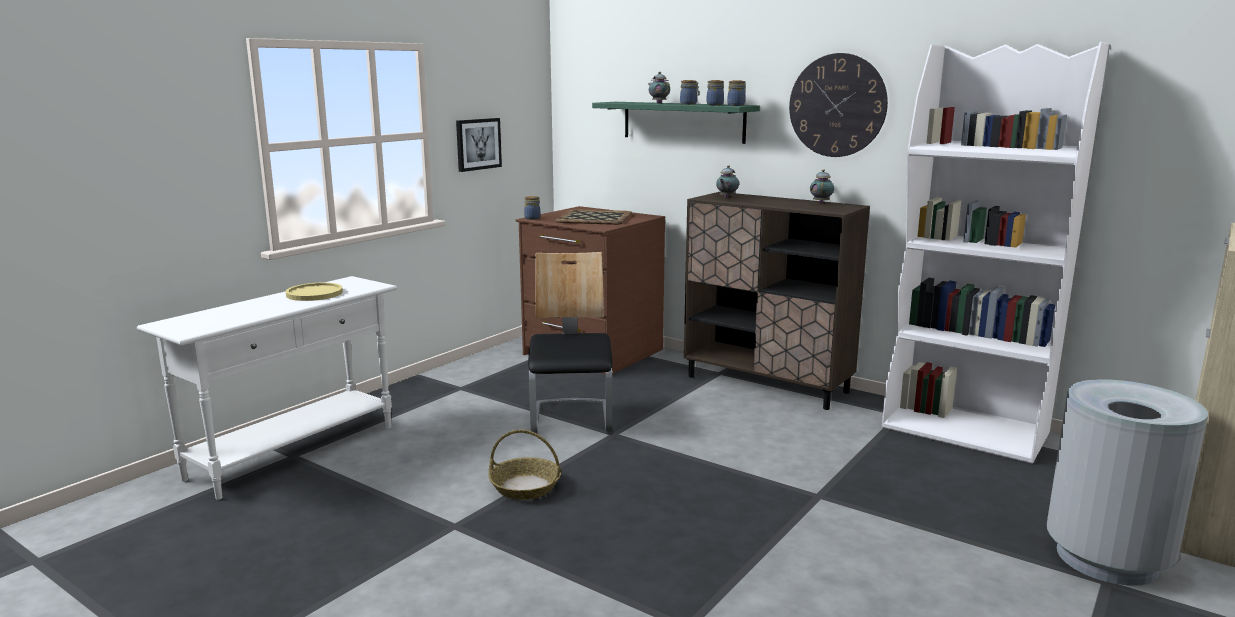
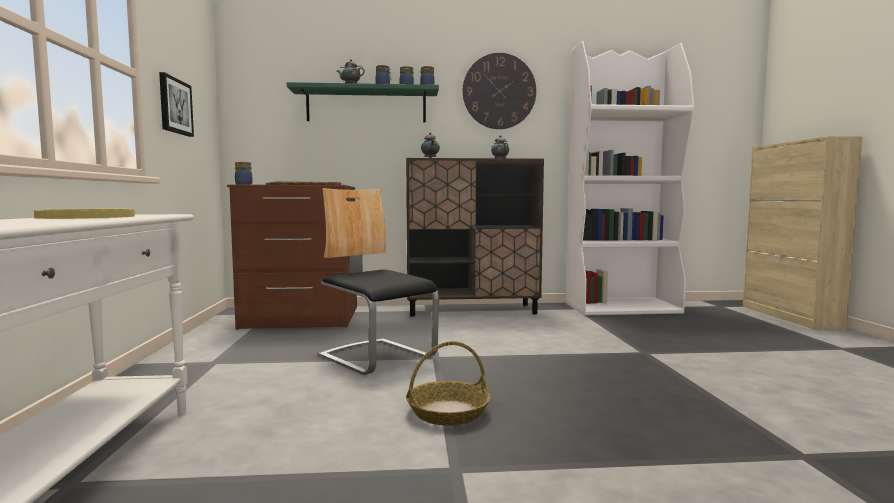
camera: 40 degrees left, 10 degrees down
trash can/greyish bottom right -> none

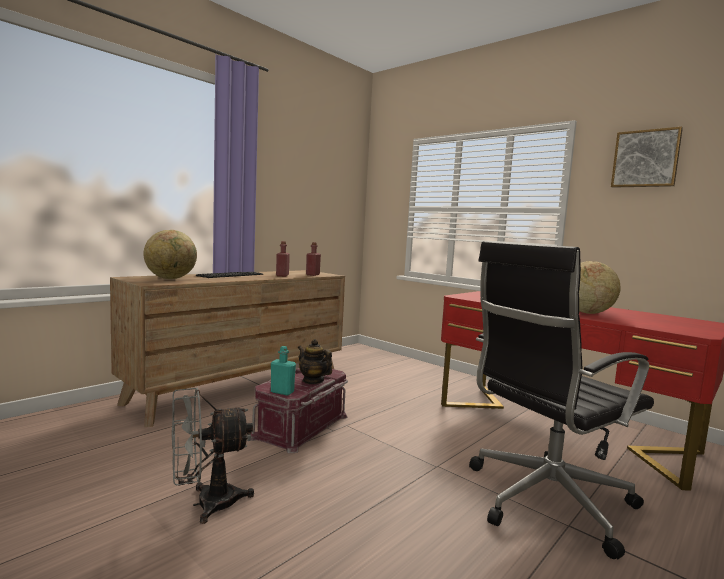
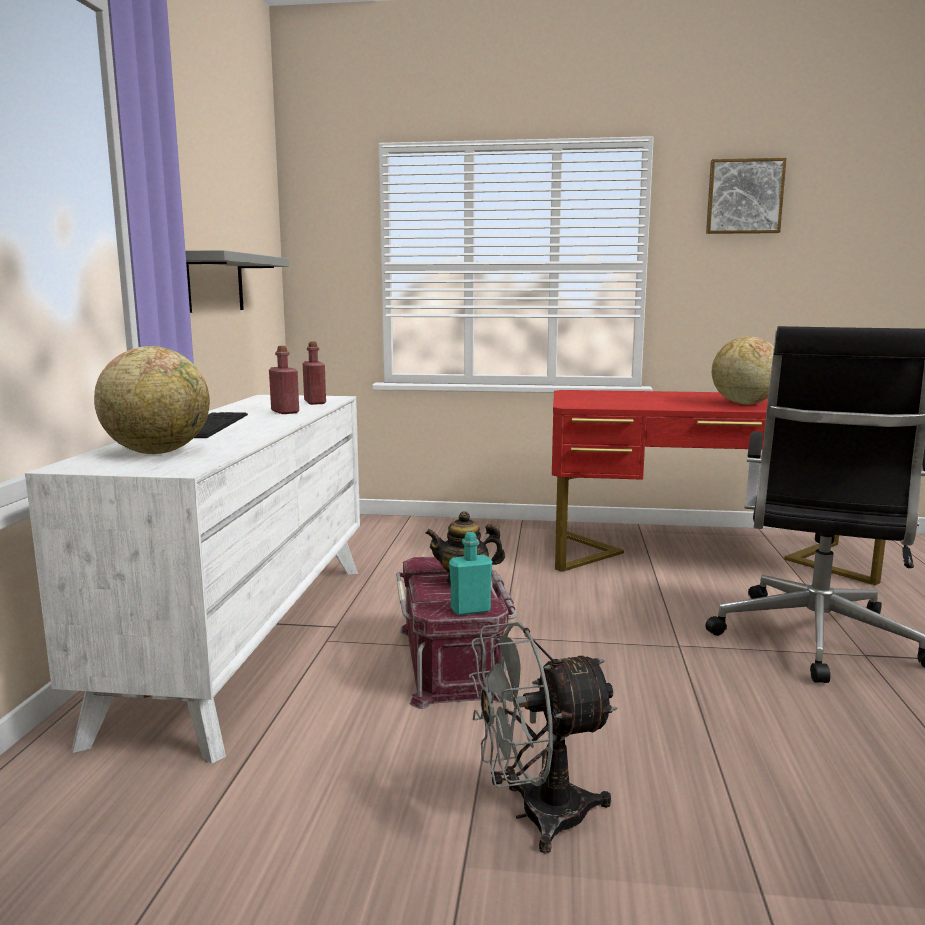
camera: 35 degrees left, 5 degrees up
drawer chest/brown-coloured middle left -> drawer chest/white-coloured middle left
fan/greyish bottom left -> fan/greyish bottom centre, 45 degrees clockwise
none -> wall shelf/greyish top left

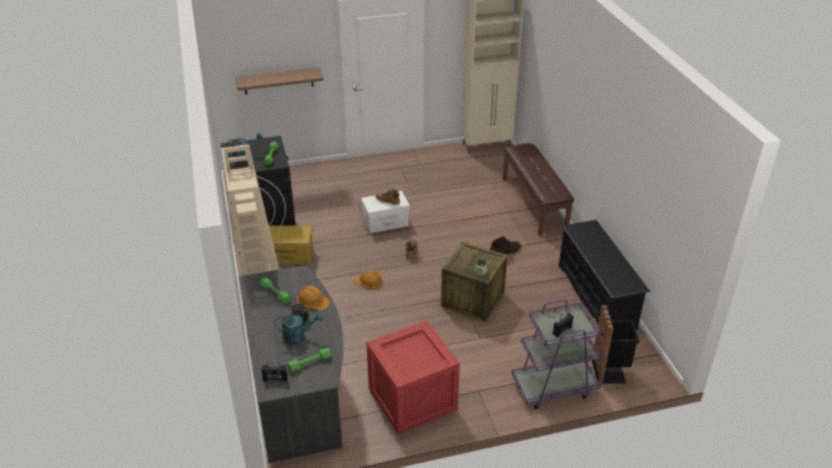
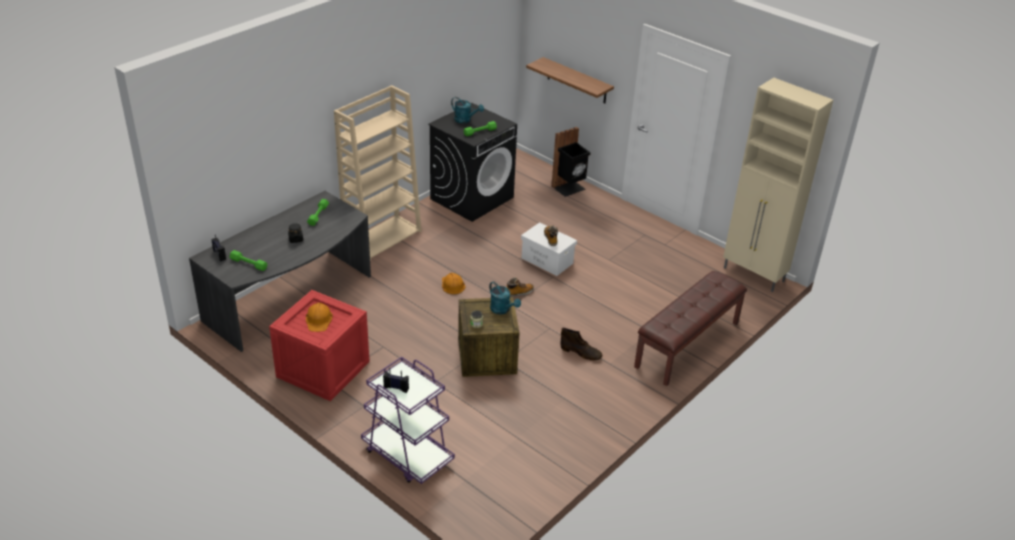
camera: 55 degrees right, 0 degrees up
shoe shelf/black middle right -> none
storage container/yellow-coloured centre -> none
safety helmet/orange (no. 1 from left) centre -> safety helmet/orange (no. 1 from left) middle left, shifted
trash can/black bottom right -> trash can/black top centre, shifted
watering pot/blue-green (no. 2 from left) bottom centre -> watering pot/blue-green (no. 2 from left) centre, shifted

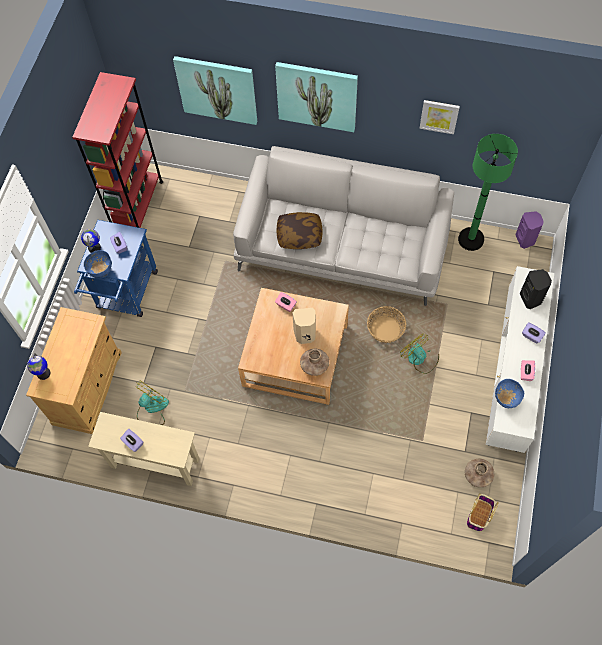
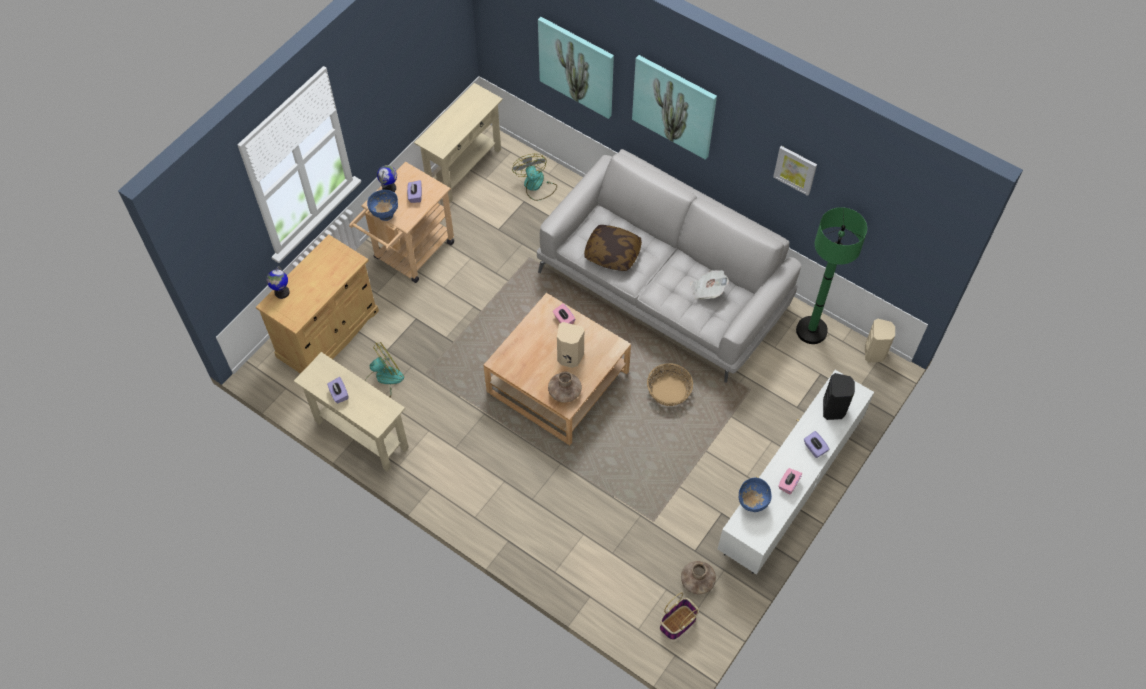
camera: 20 degrees right, 5 degrees down
bookcase/reddish top left -> console table/beige (no. 2 from left) top centre
loudspeaker/purple-coloured middle right -> loudspeaker/beige (no. 2 from left) middle right
trolley/bluish middle left -> trolley/beige top centre
fan (no. 2 from left) middle right -> fan (no. 2 from left) top centre, shifted
none -> printed paper centre

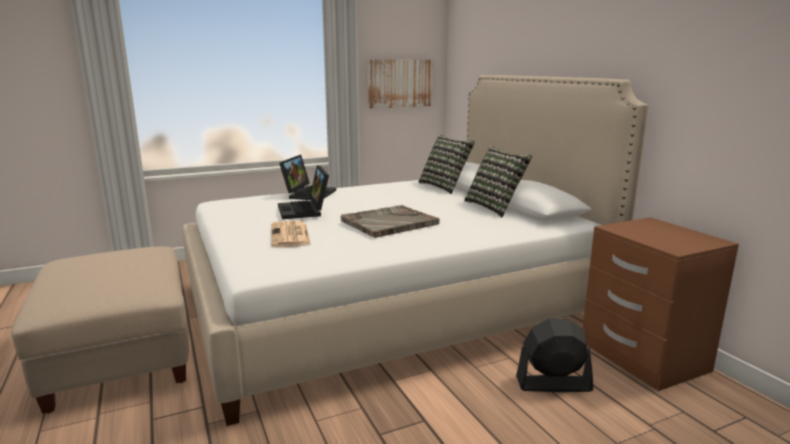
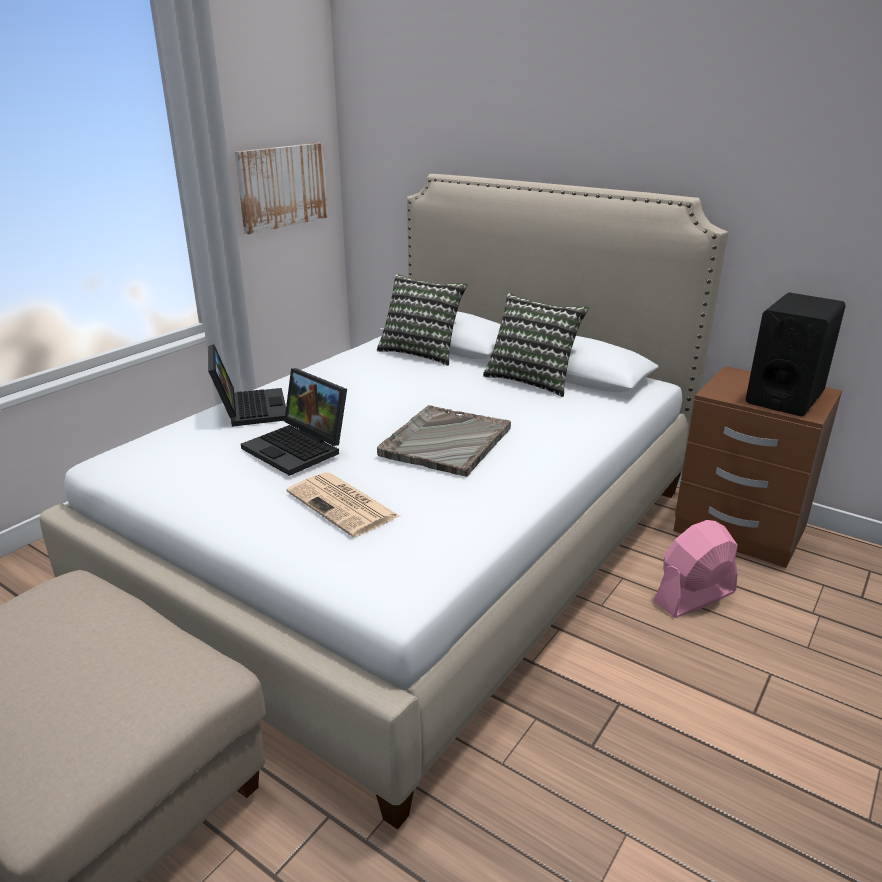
camera: 30 degrees left, 10 degrees up
fan/black bottom right -> fan/pinkish middle right
none -> loudspeaker/black middle right

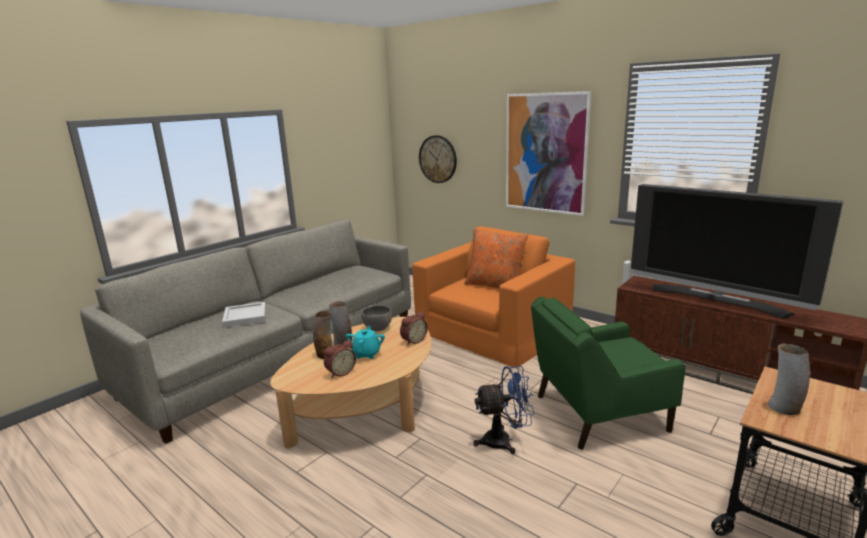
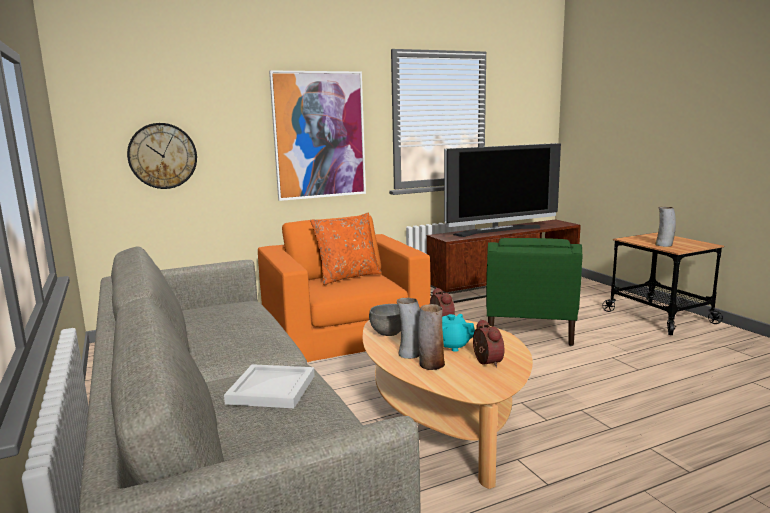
camera: 65 degrees left, 5 degrees down
fan/bluish bottom centre -> none

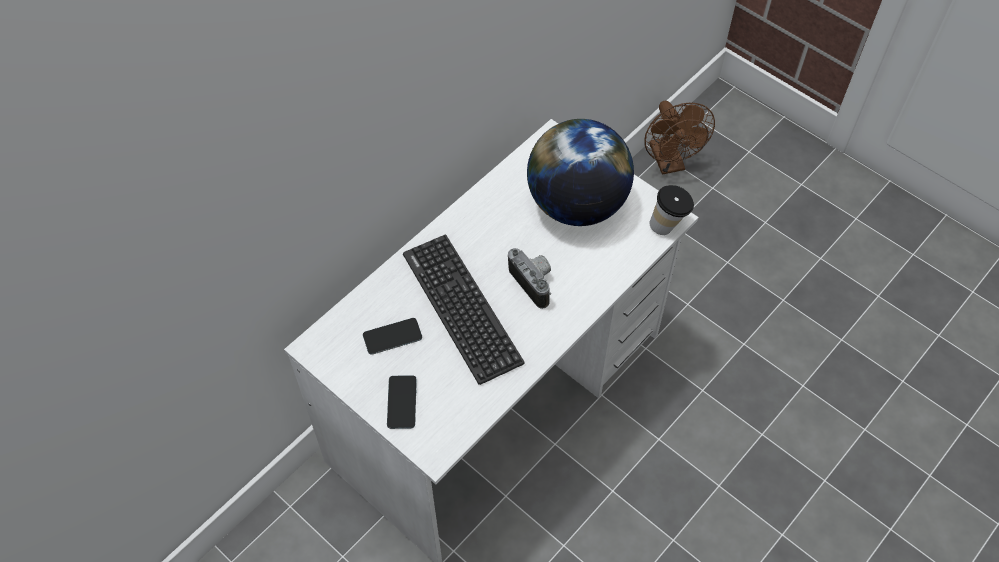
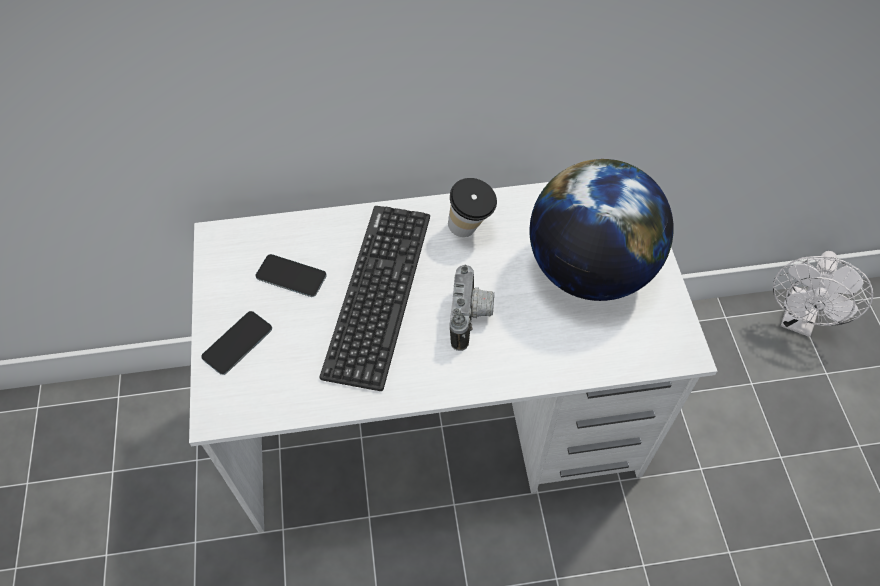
camera: 40 degrees right, 0 degrees up
fan/brown-coloured top right -> fan/white-coloured middle right
small cup middle right -> small cup centre, shifted

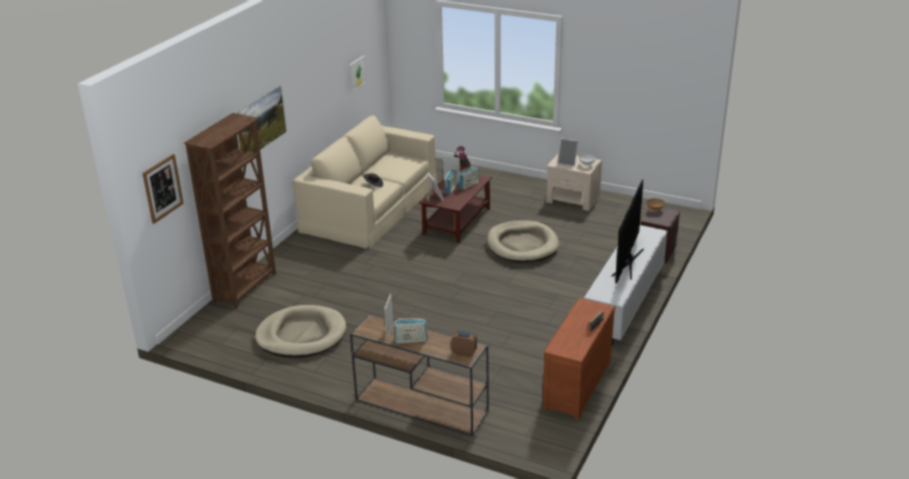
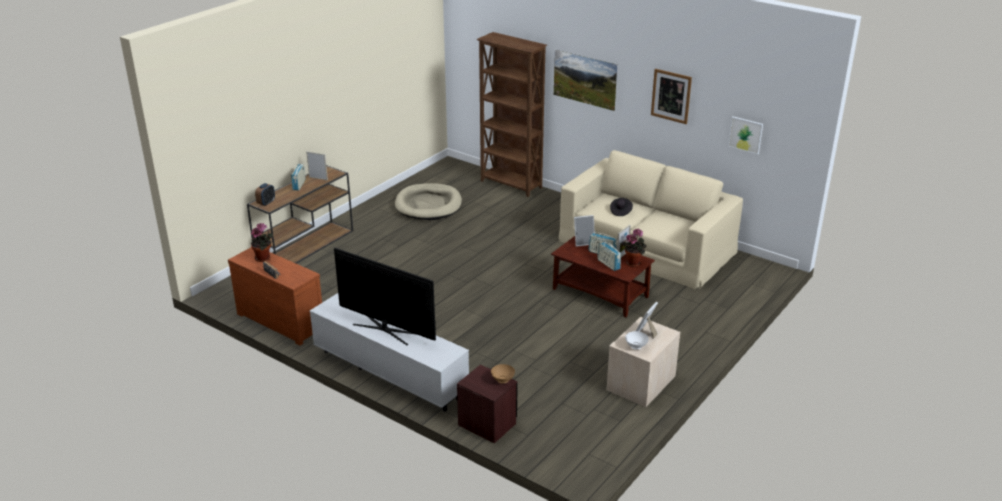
camera: 100 degrees right, 0 degrees up
wall picture (no. 1 from left in the first image) middle left -> wall picture (no. 2 from left) top right, shifted
dog bed/beige (no. 2 from left) centre -> none
none -> houseplant (no. 1 from left) middle left

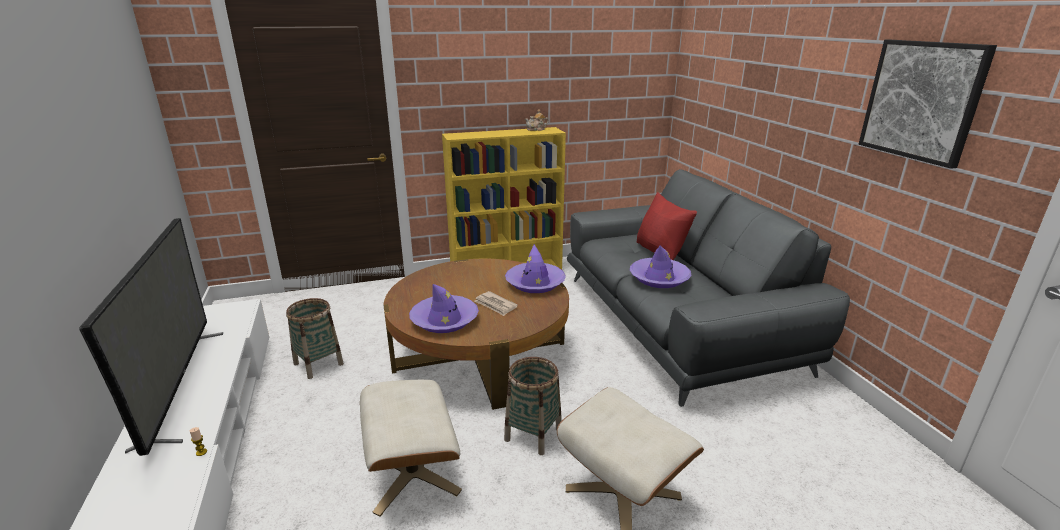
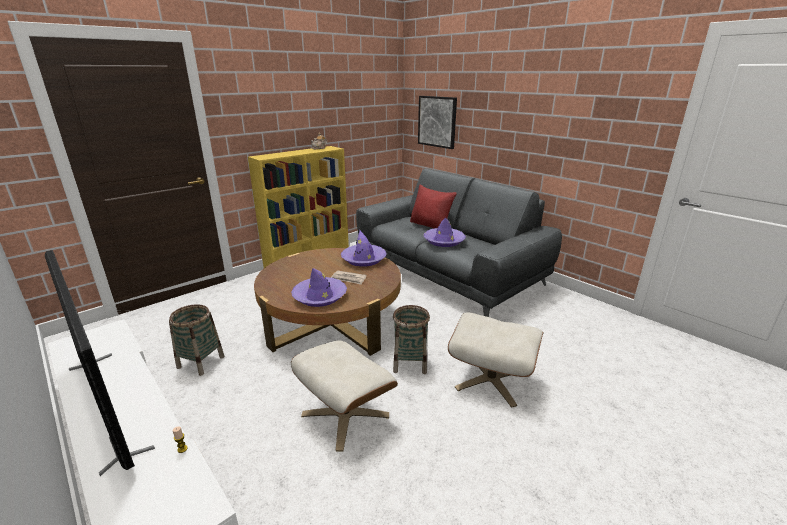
camera: 25 degrees left, 0 degrees up
wall picture top right -> wall picture top centre, shifted

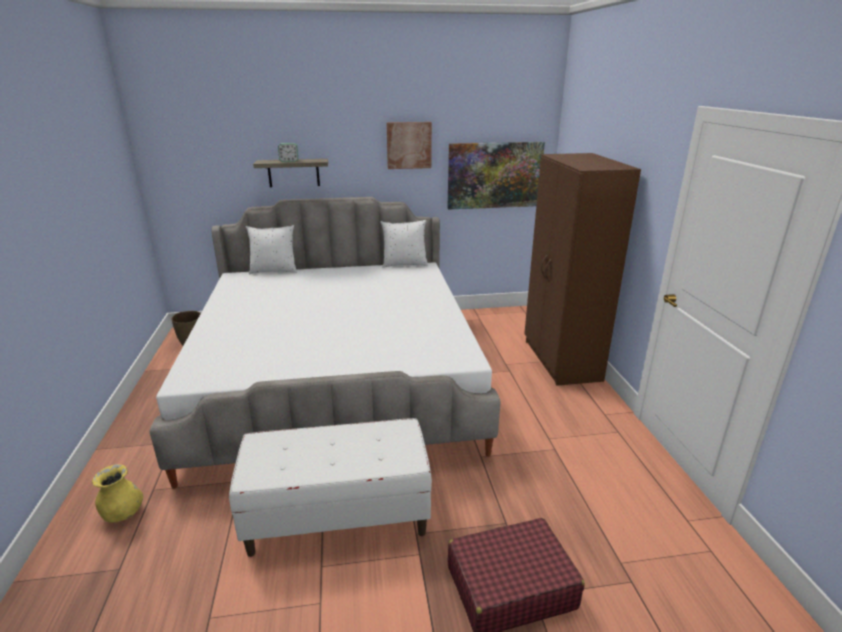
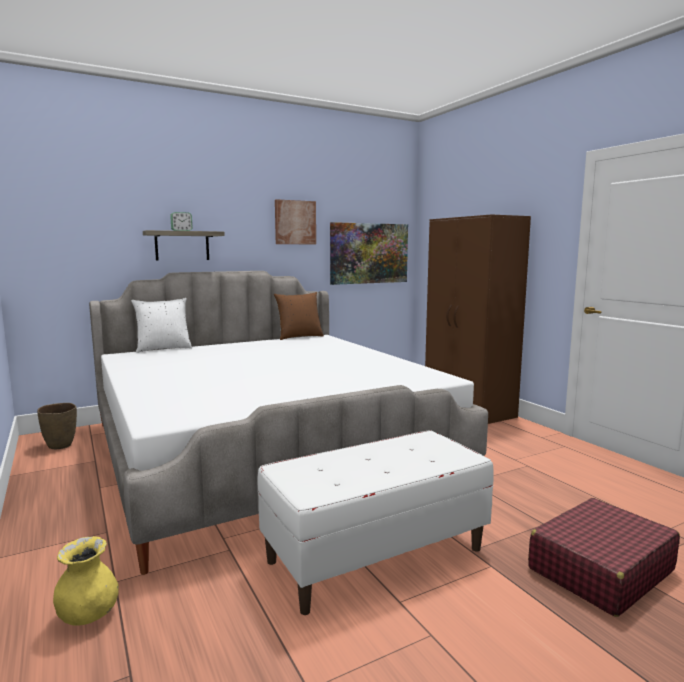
camera: 20 degrees left, 15 degrees down
pillow/white-coloured (no. 2 from left) centre -> pillow/brown-coloured centre

